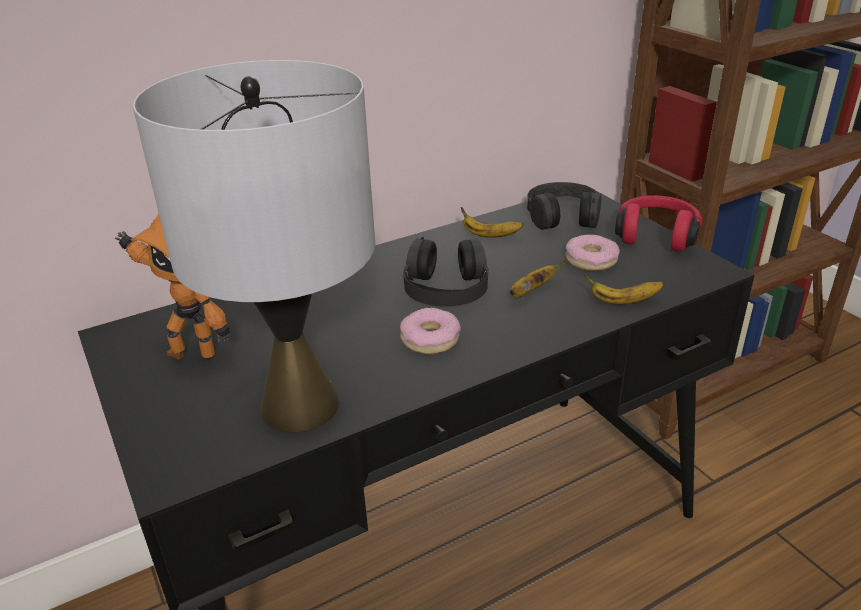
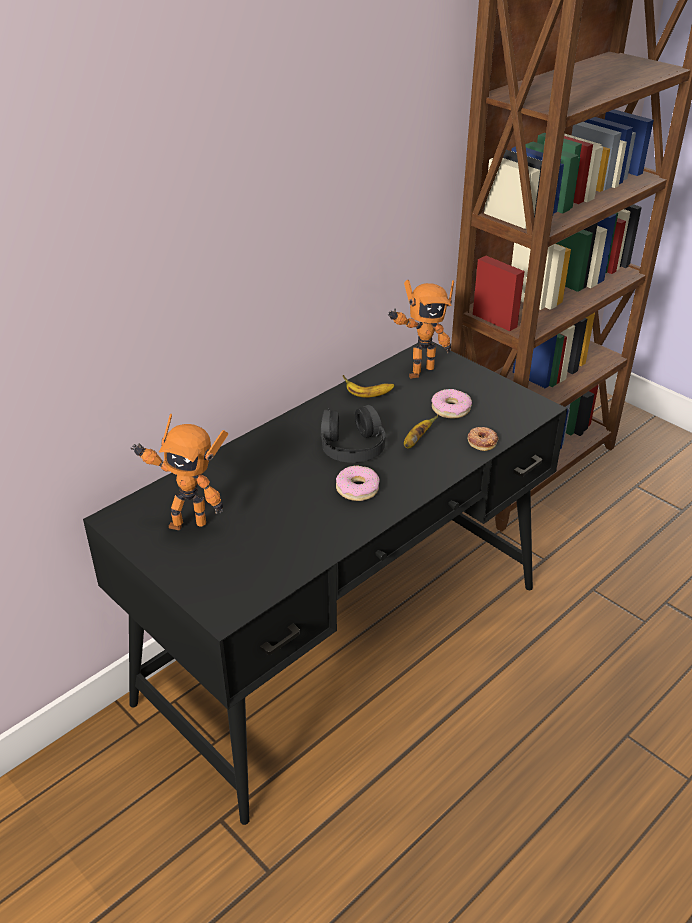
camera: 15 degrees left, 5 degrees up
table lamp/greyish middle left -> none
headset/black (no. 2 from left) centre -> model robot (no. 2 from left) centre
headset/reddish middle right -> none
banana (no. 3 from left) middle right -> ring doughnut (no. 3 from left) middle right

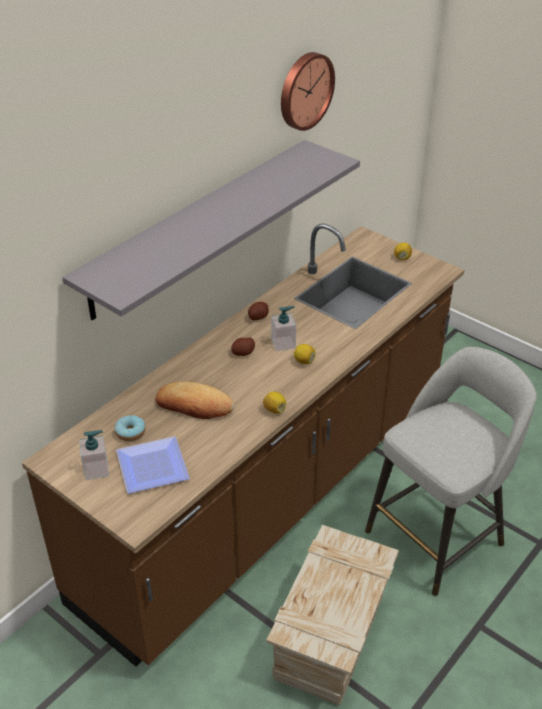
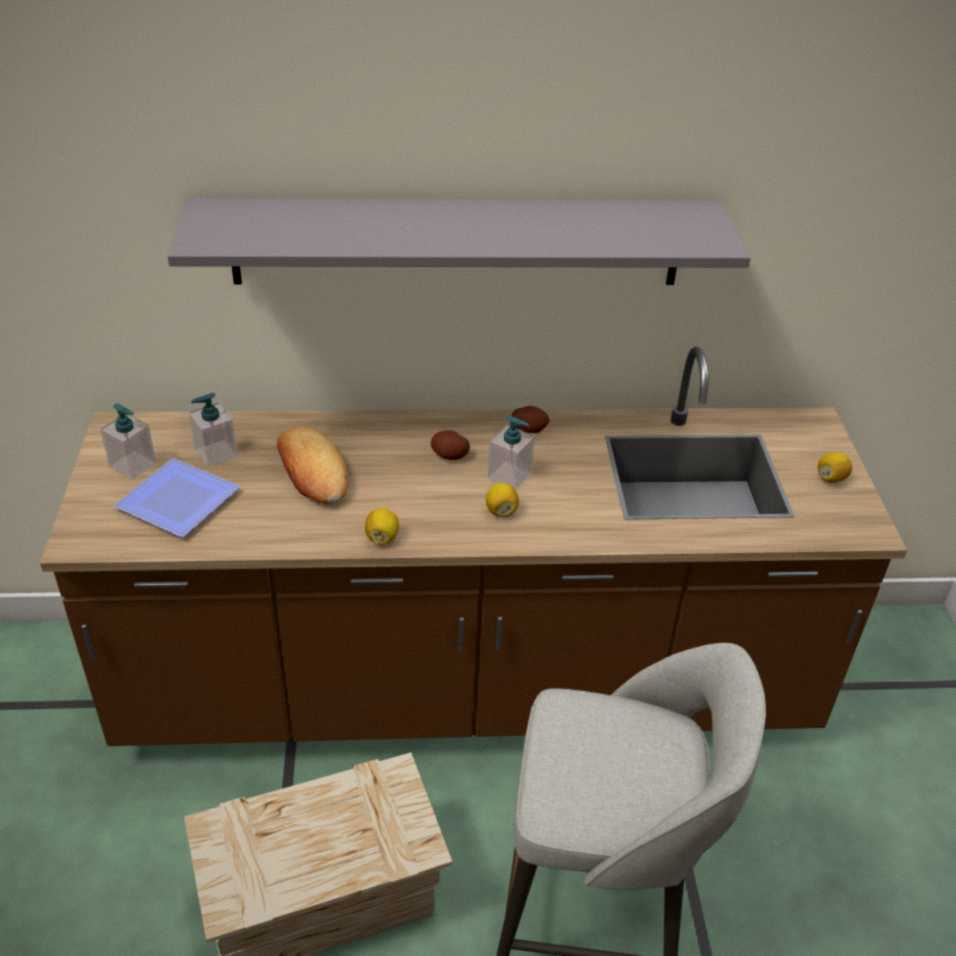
camera: 45 degrees right, 0 degrees up
clock on the wall top centre -> none
ring doughnut middle left -> soap bottle (no. 2 from left) middle left

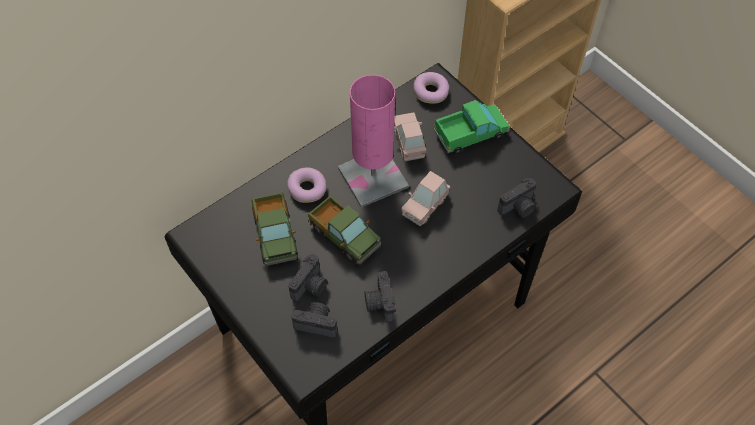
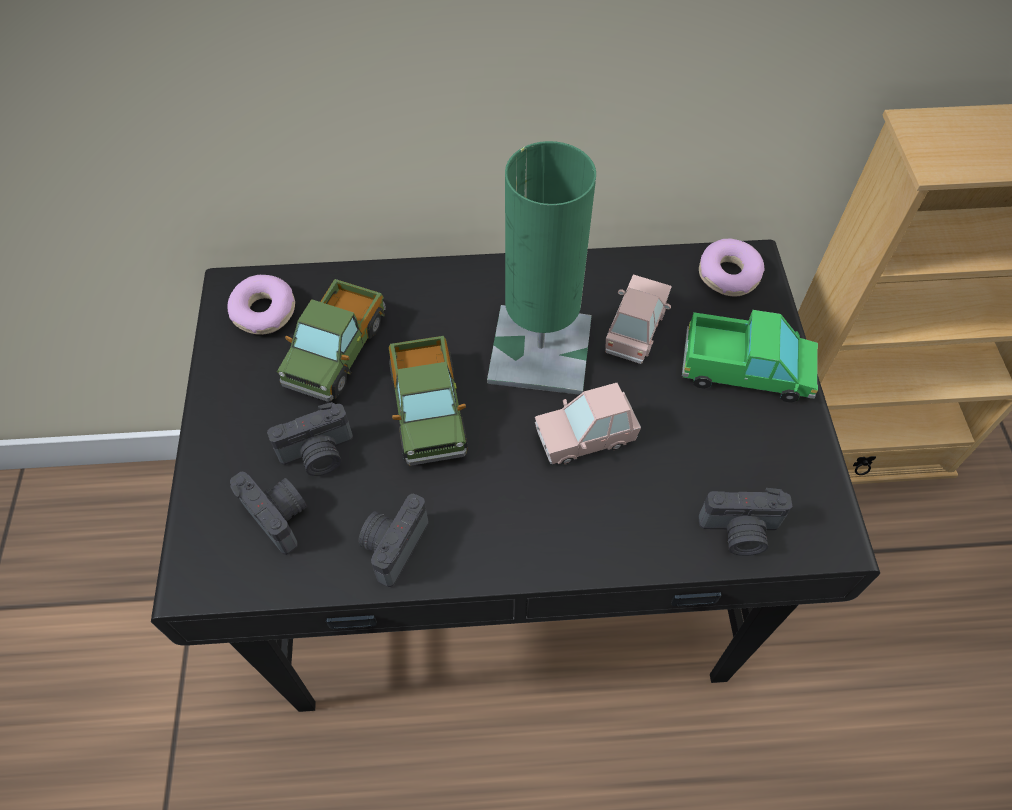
camera: 35 degrees right, 0 degrees up
table lamp/pinkish top centre -> table lamp/greenish top centre
ring doughnut (no. 1 from left) centre -> ring doughnut (no. 1 from left) middle left, shifted

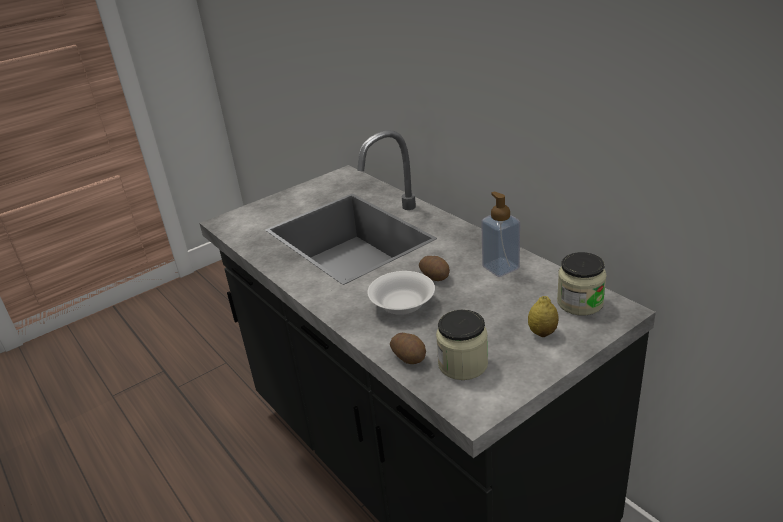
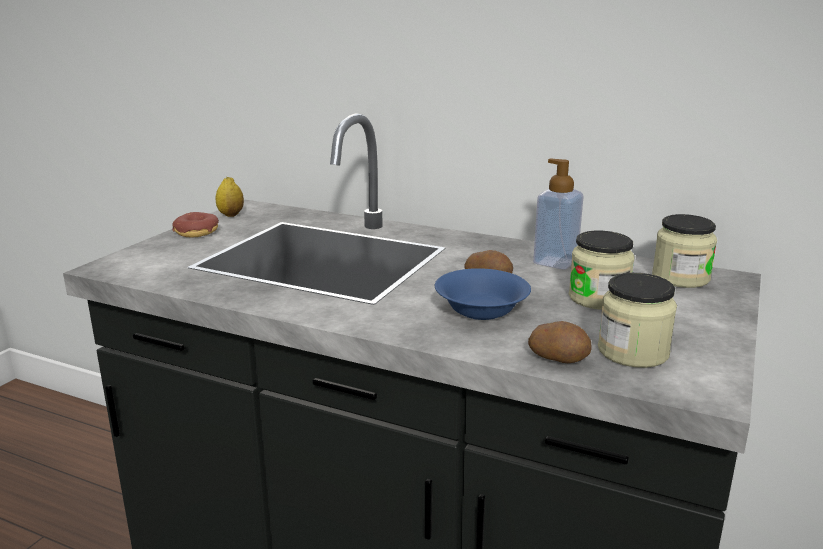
camera: 30 degrees left, 10 degrees down
serving bowl/white-coloured centre -> serving bowl/bluish centre
citrus fruit middle right -> citrus fruit middle left, shifted
none -> ring doughnut middle left
none -> storage jar (no. 1 from left) middle right

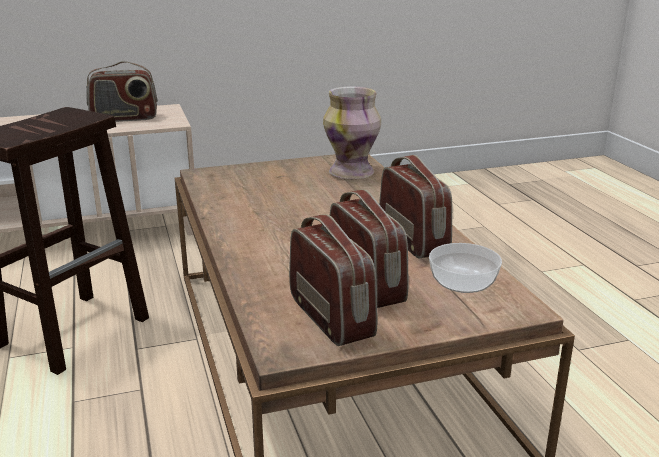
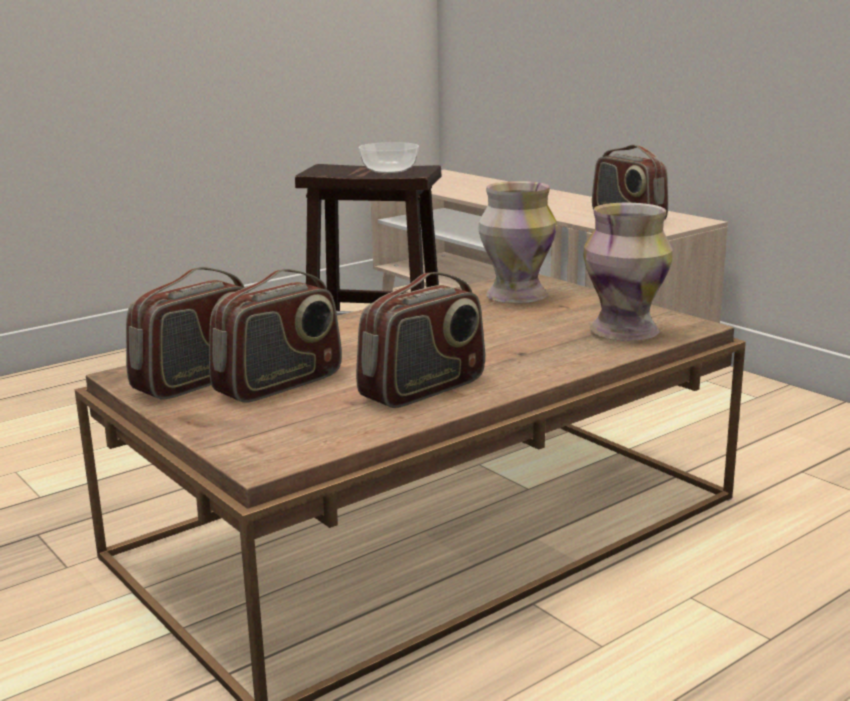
camera: 70 degrees right, 5 degrees down
serving bowl middle right -> serving bowl top centre, shifted
none -> vase (no. 1 from left) centre

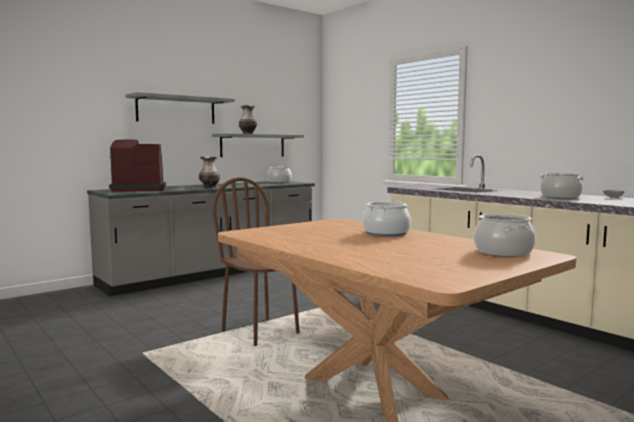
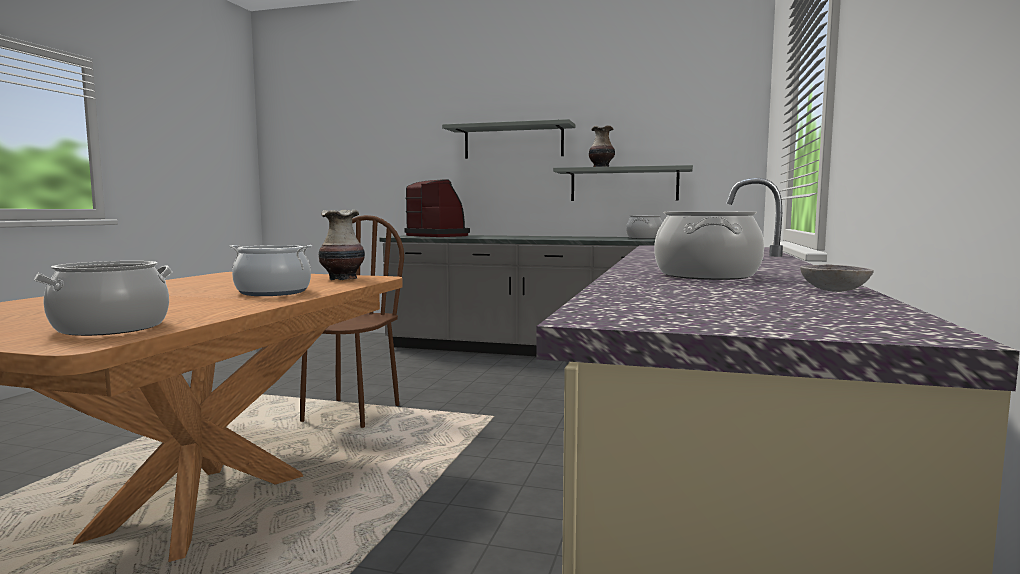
camera: 55 degrees right, 0 degrees up
vase (no. 1 from left) middle left -> vase (no. 1 from left) centre, shifted

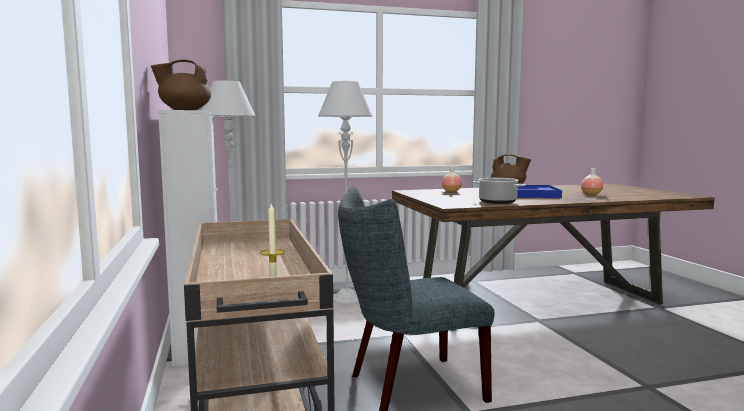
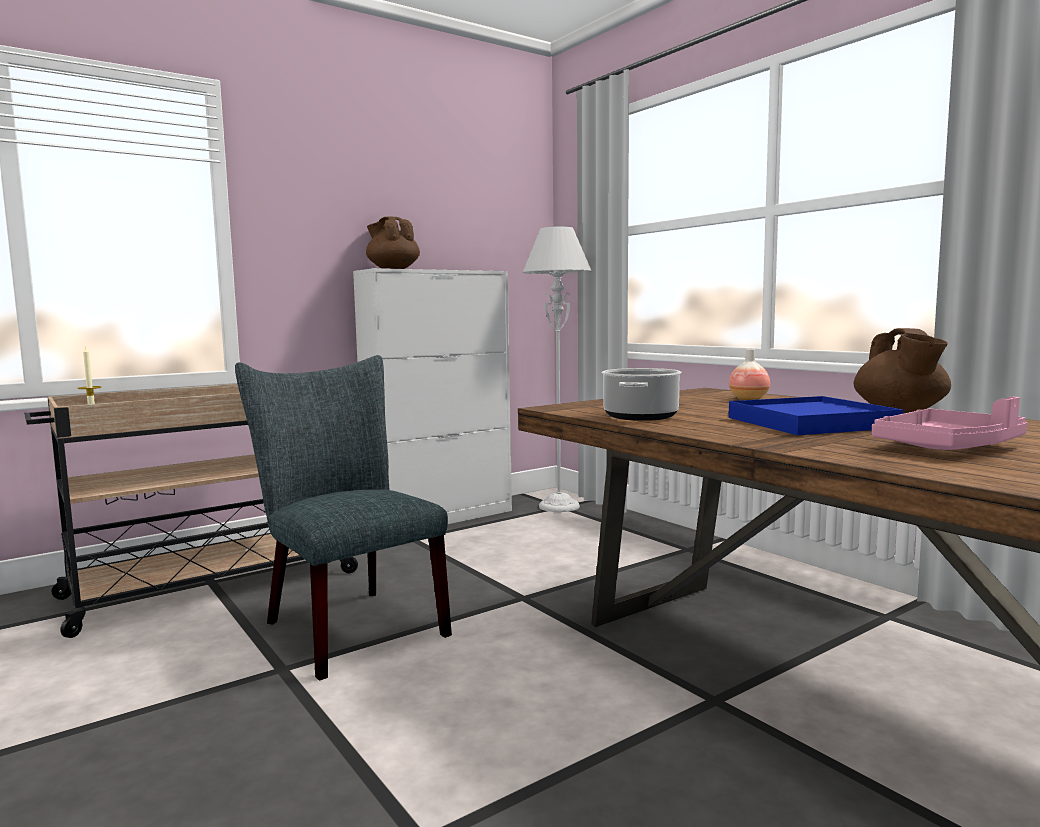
camera: 70 degrees right, 0 degrees up
standard lamp/greyish (no. 2 from left) centre -> none
vase (no. 2 from left) middle right -> carrying tray/pinkish middle right

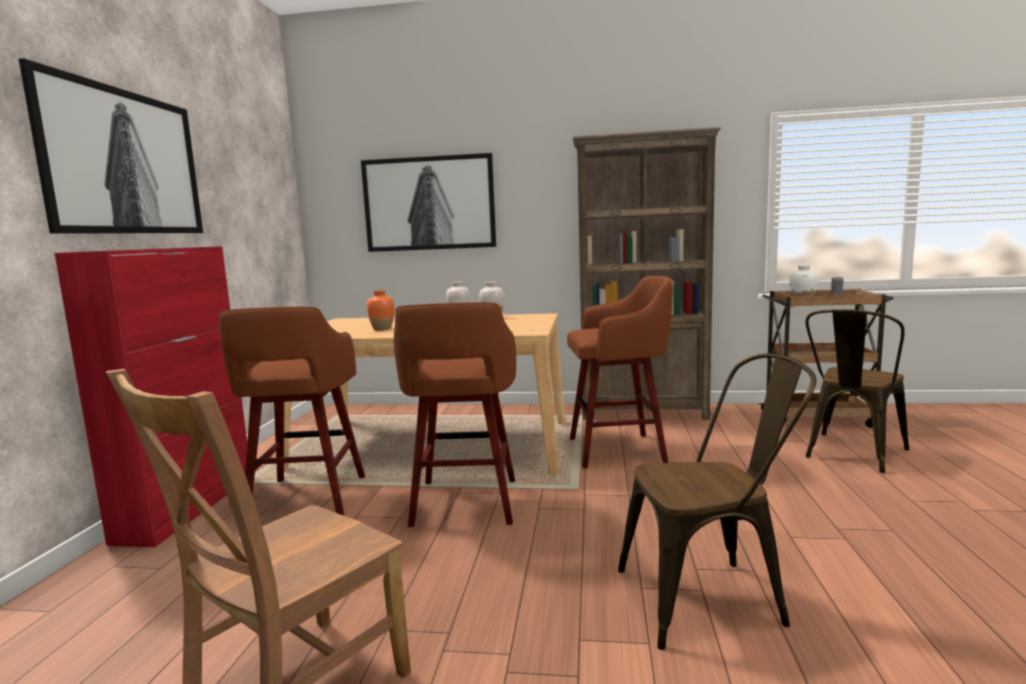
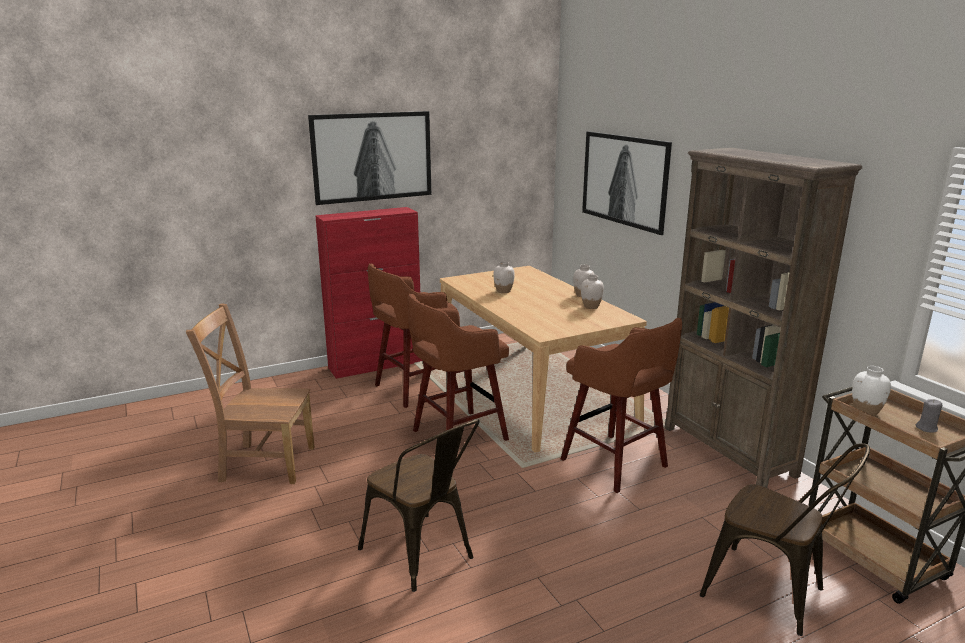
camera: 55 degrees right, 10 degrees up
vase/orange centre -> vase/white-coloured (no. 1 from left) centre
chair/brown-coloured (no. 3 from left) middle right -> chair/brown-coloured (no. 3 from left) bottom right, 150 degrees counterclockwise

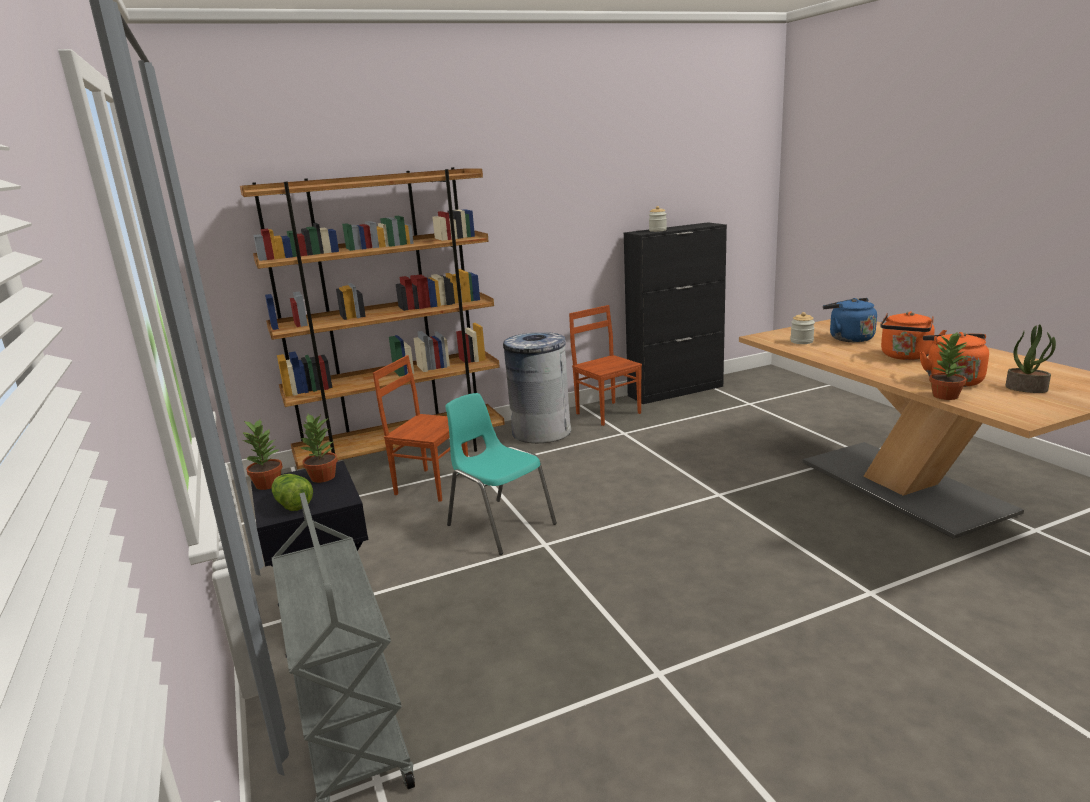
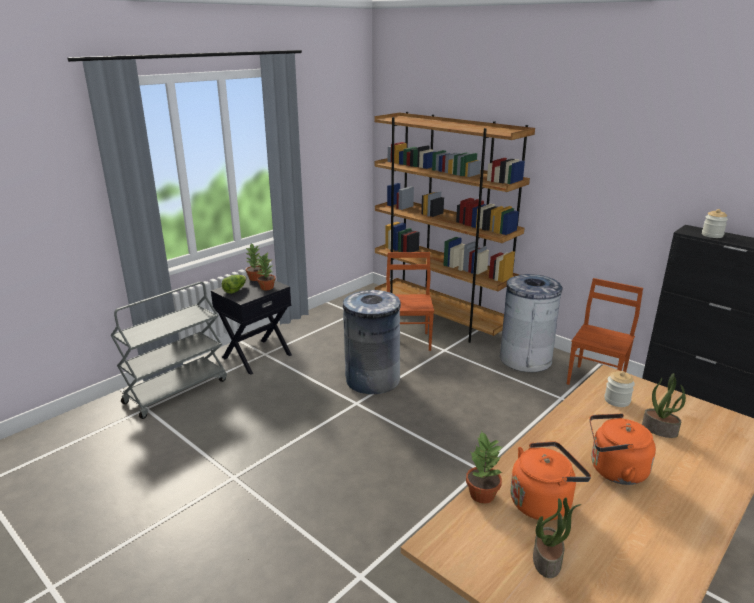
camera: 65 degrees right, 5 degrees up
tea kettle/bluish middle right -> houseplant (no. 5 from left) bottom right
chair/blue-green centre -> trash can/greyish (no. 1 from left) centre

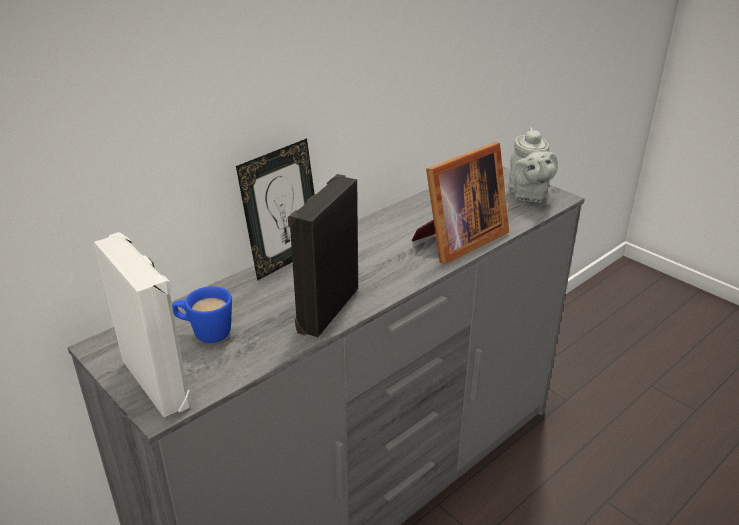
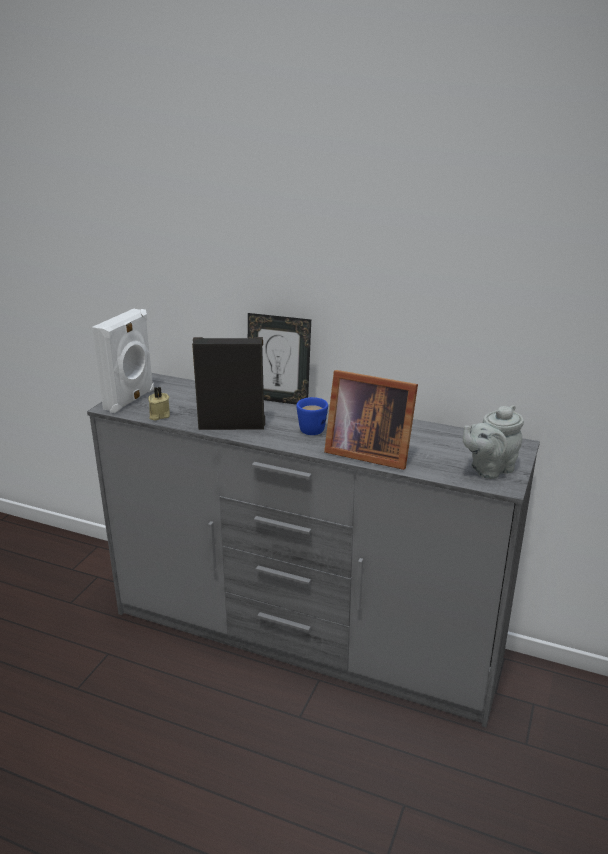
camera: 65 degrees right, 5 degrees down
mug/bluish middle left -> mug/bluish centre, shifted
none -> candle/beige middle left

